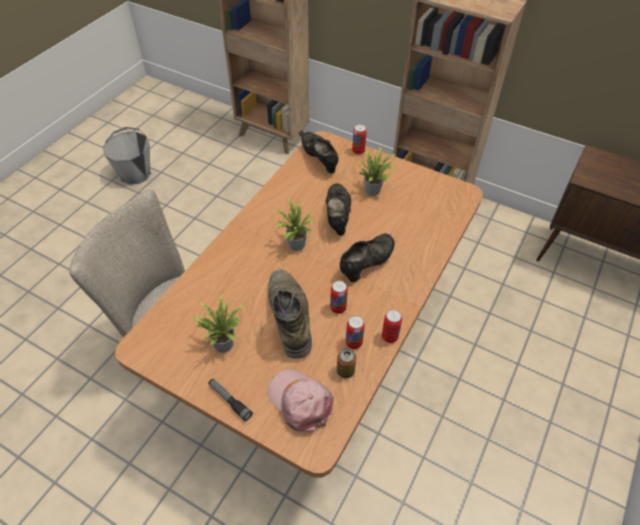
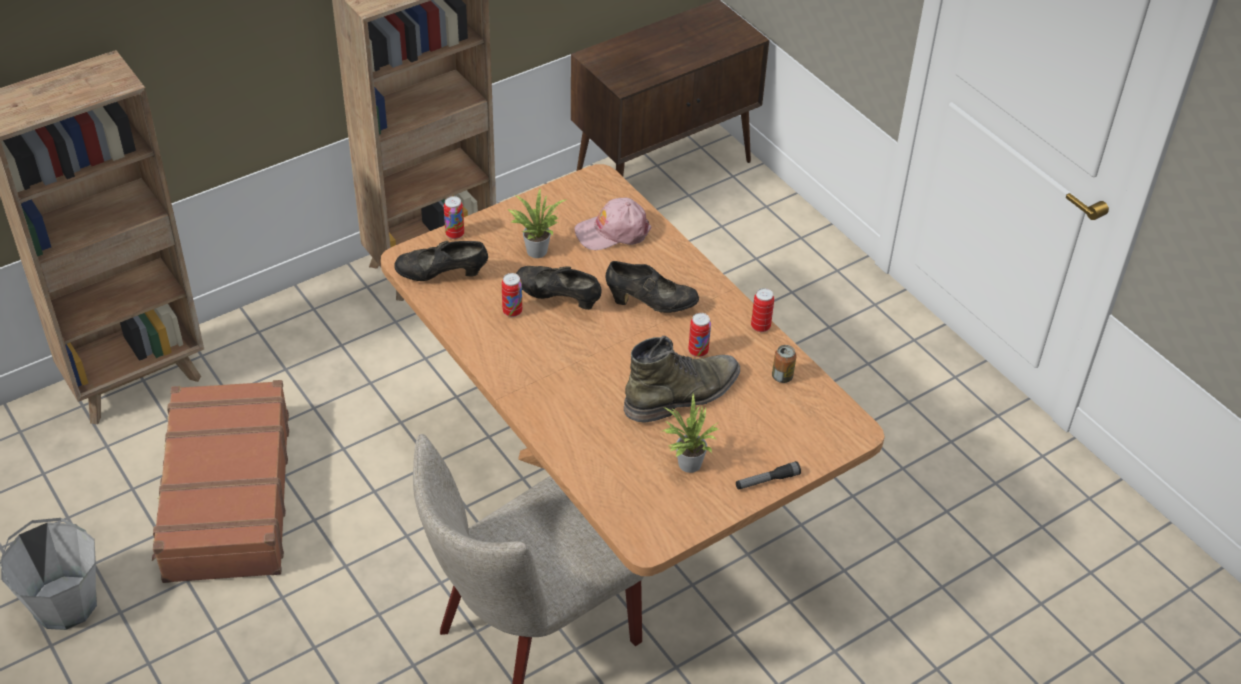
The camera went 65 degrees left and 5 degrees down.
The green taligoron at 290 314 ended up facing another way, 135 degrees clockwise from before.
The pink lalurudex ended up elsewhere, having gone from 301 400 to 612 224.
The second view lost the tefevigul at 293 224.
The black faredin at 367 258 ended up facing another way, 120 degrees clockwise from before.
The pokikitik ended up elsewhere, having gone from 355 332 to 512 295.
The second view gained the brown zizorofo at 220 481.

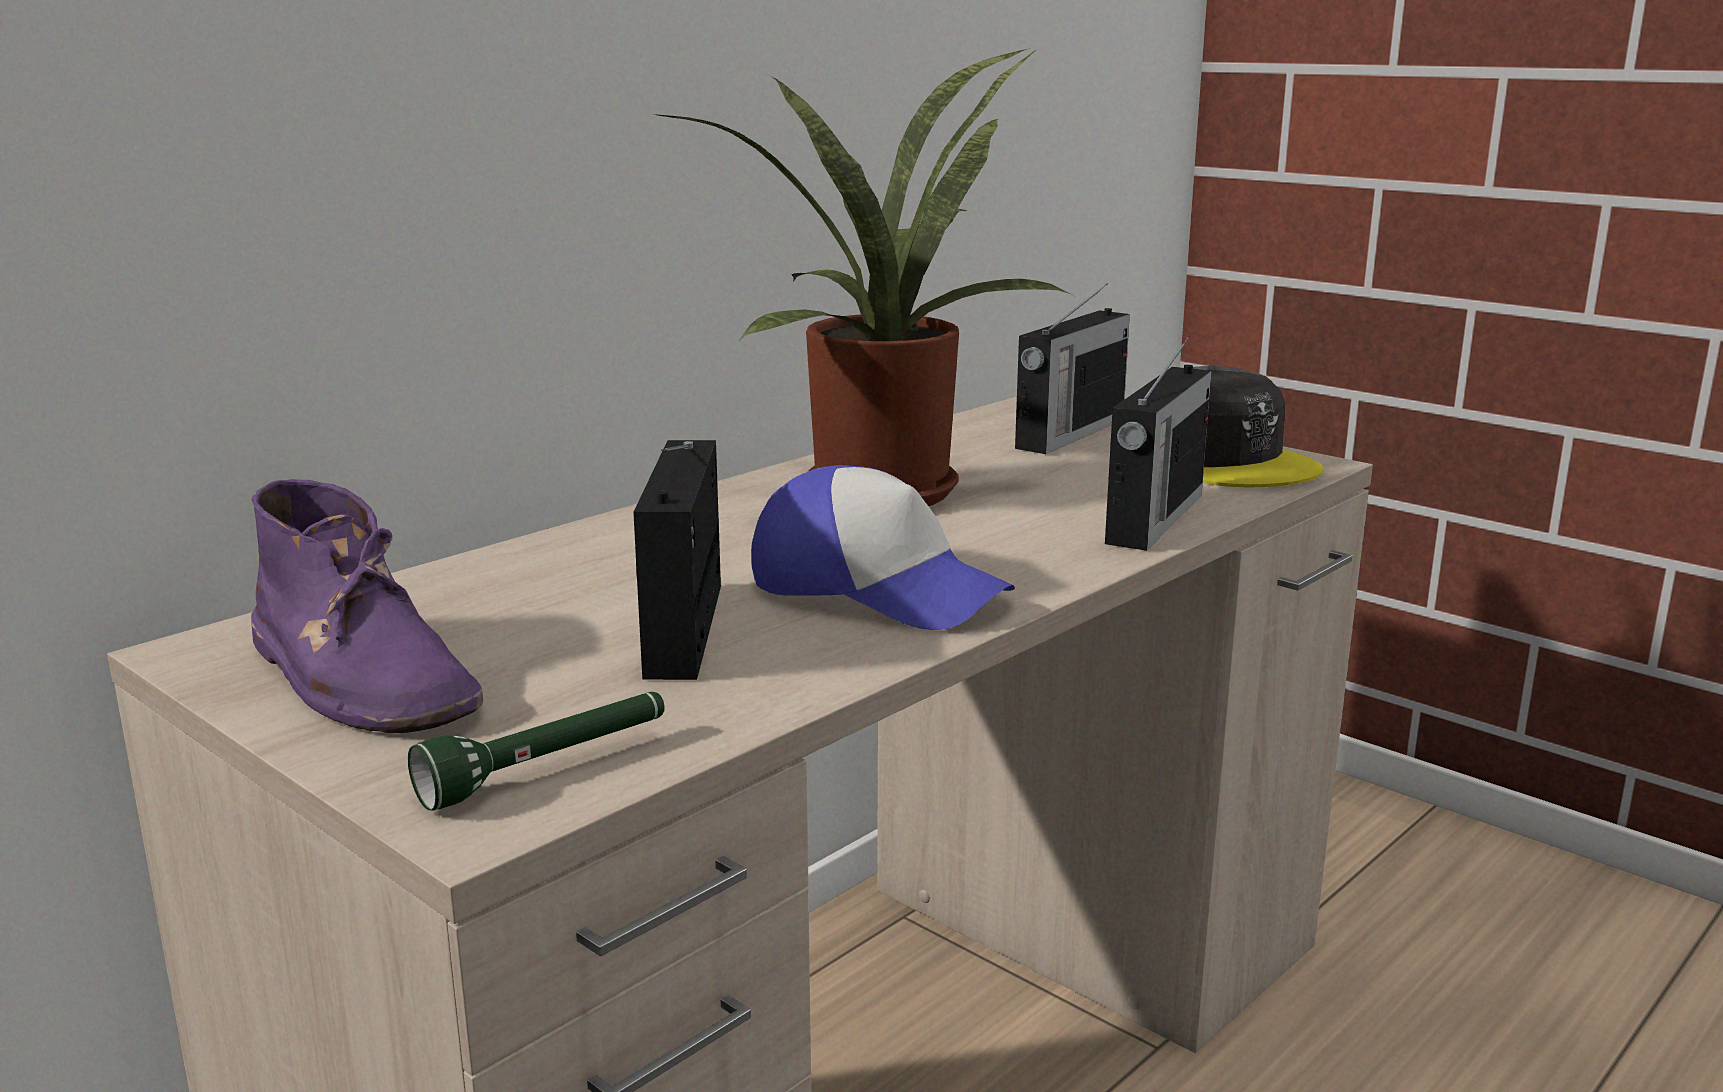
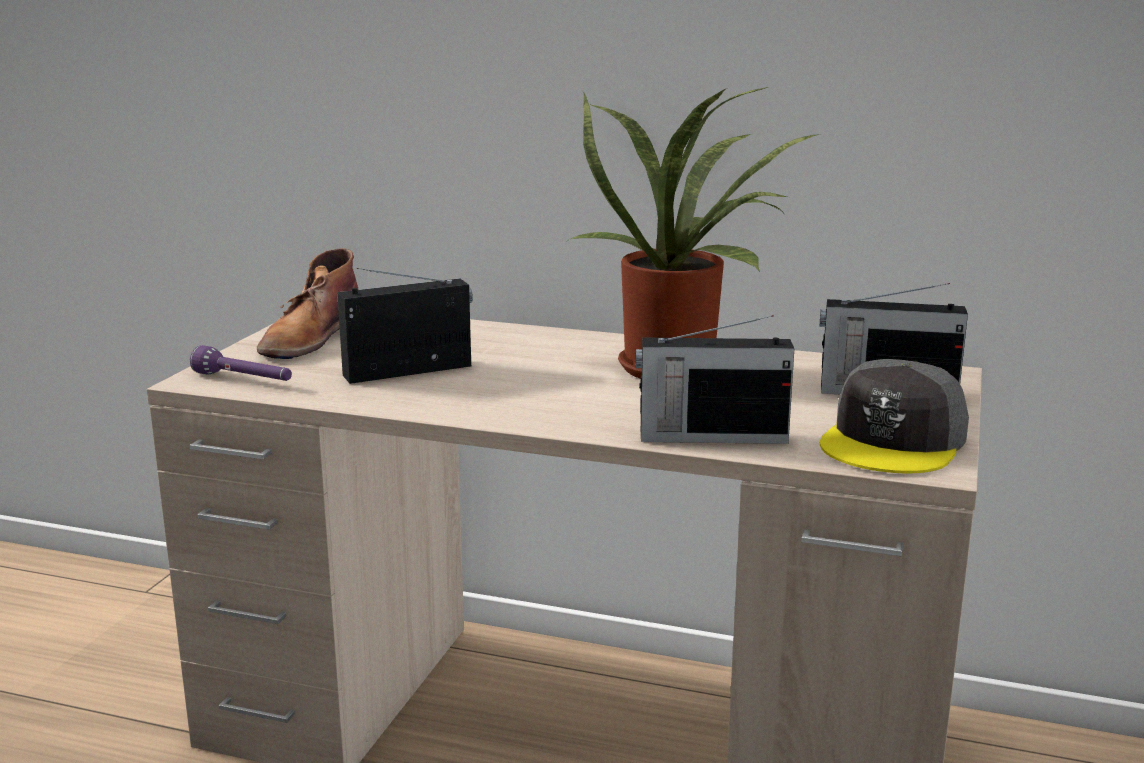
The camera went 65 degrees right and 0 degrees up.
What was the purple taligoron at 367 606 turned into the brown taligoron at 308 303.
What was the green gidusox at 536 751 turned into the purple gidusox at 241 363.
The second view lost the lalurudex at 883 547.

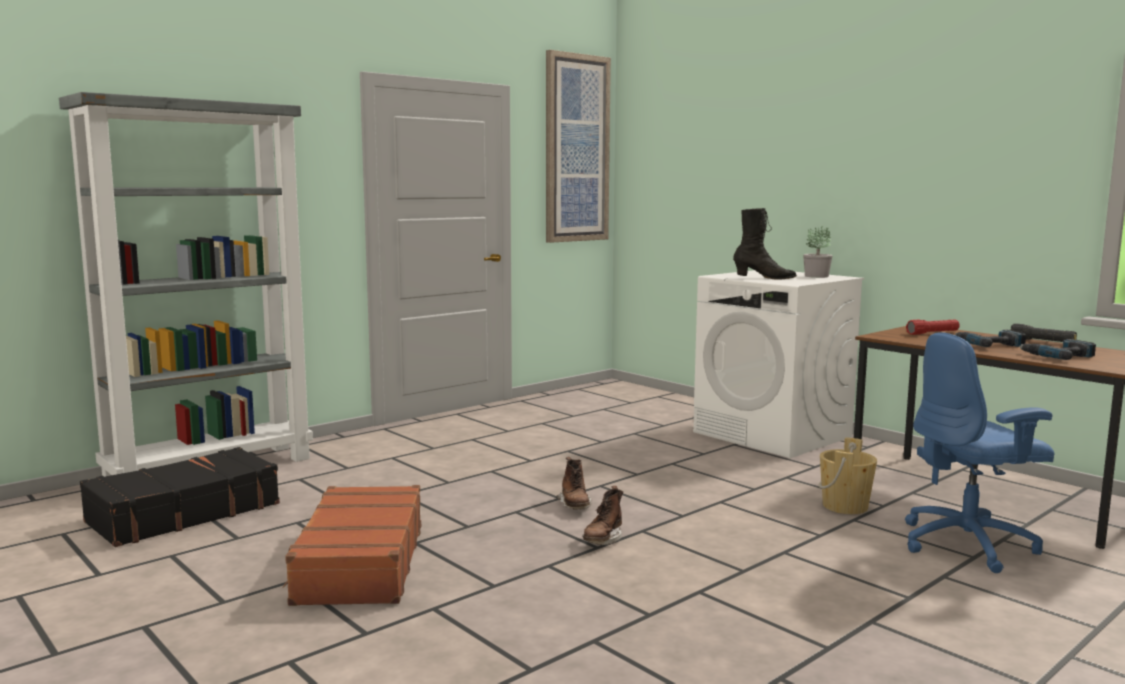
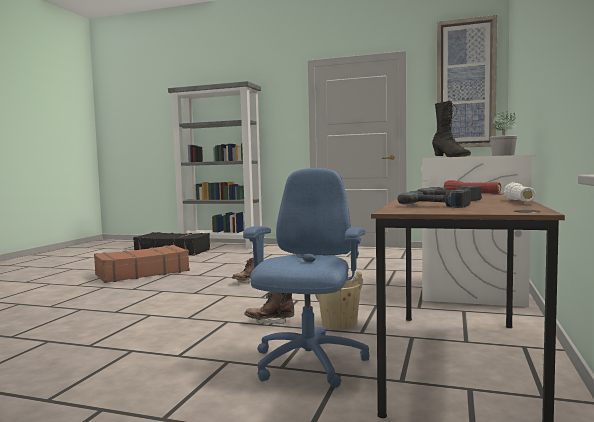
The camera went 60 degrees right and 5 degrees down.
The brown taligoron ended up elsewhere, having gone from 602 515 to 269 308.
The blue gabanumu at 980 452 ended up facing another way, 60 degrees clockwise from before.
What was the black gidusox at 1044 332 turned into the white gidusox at 520 192.

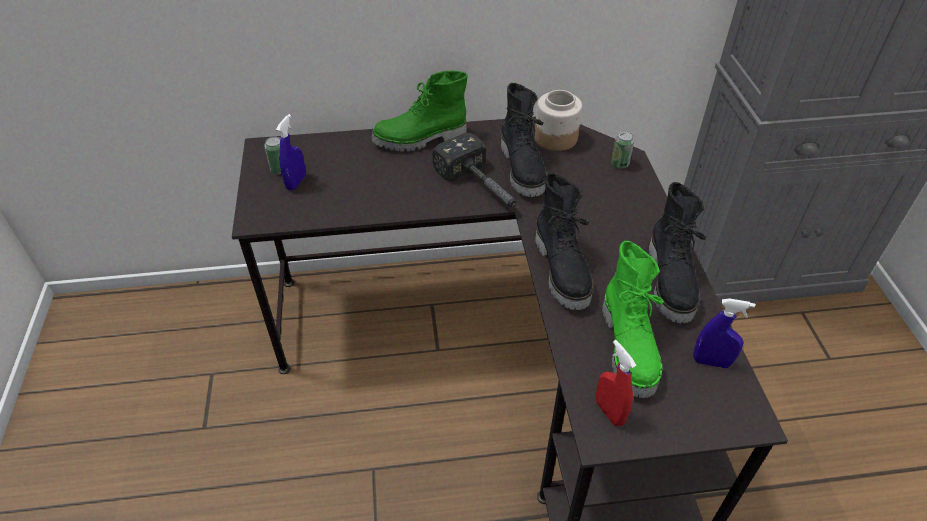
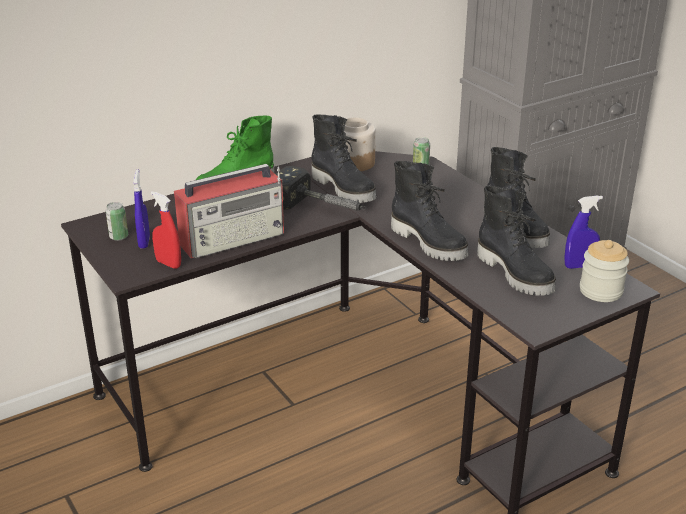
The camera went 25 degrees left and 15 degrees down.
The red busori ended up elsewhere, having gone from 616 383 to 166 230.
What was the green taligoron at 633 319 turned into the black taligoron at 516 241.
The second view gained the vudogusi at 229 211.
The second view gained the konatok at 604 271.

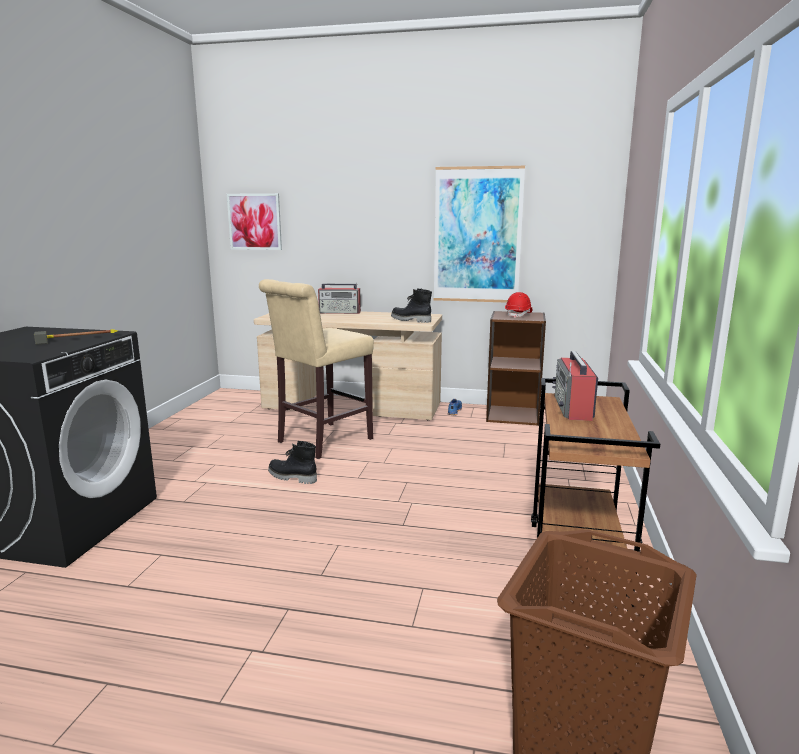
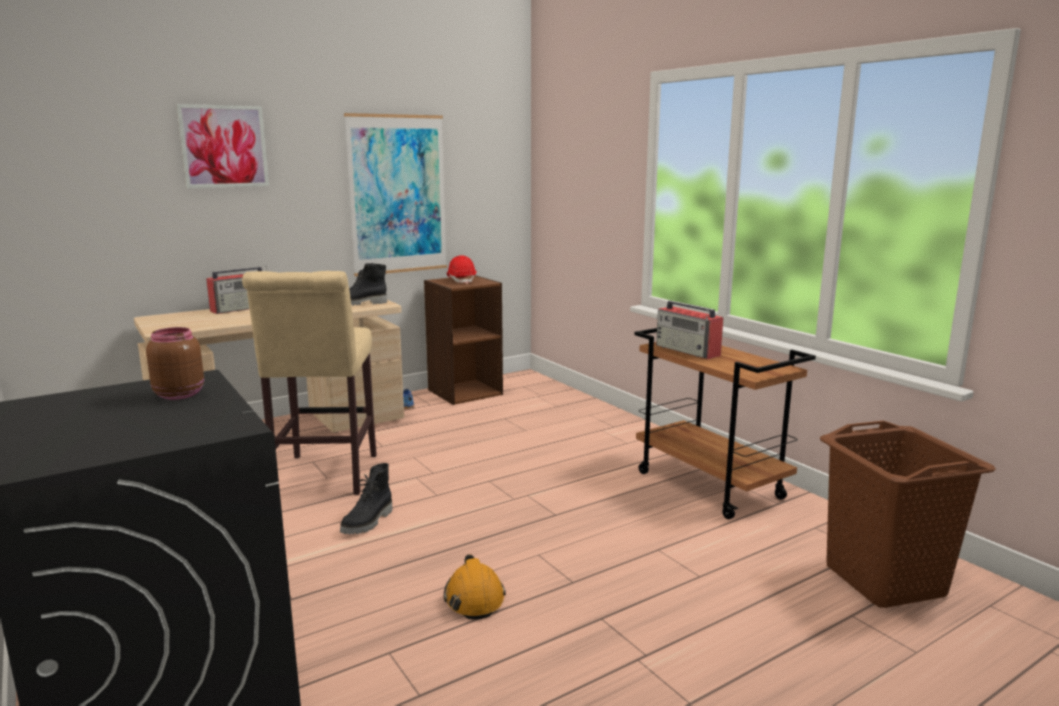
The camera went 45 degrees left and 0 degrees up.
Where the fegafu stood at 76 337, the brown konatok came to stand at 175 363.
The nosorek ended up elsewhere, having gone from 254 221 to 222 146.
The black taligoron at 292 462 ended up facing another way, 45 degrees counterclockwise from before.
The second view gained the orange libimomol at 475 586.

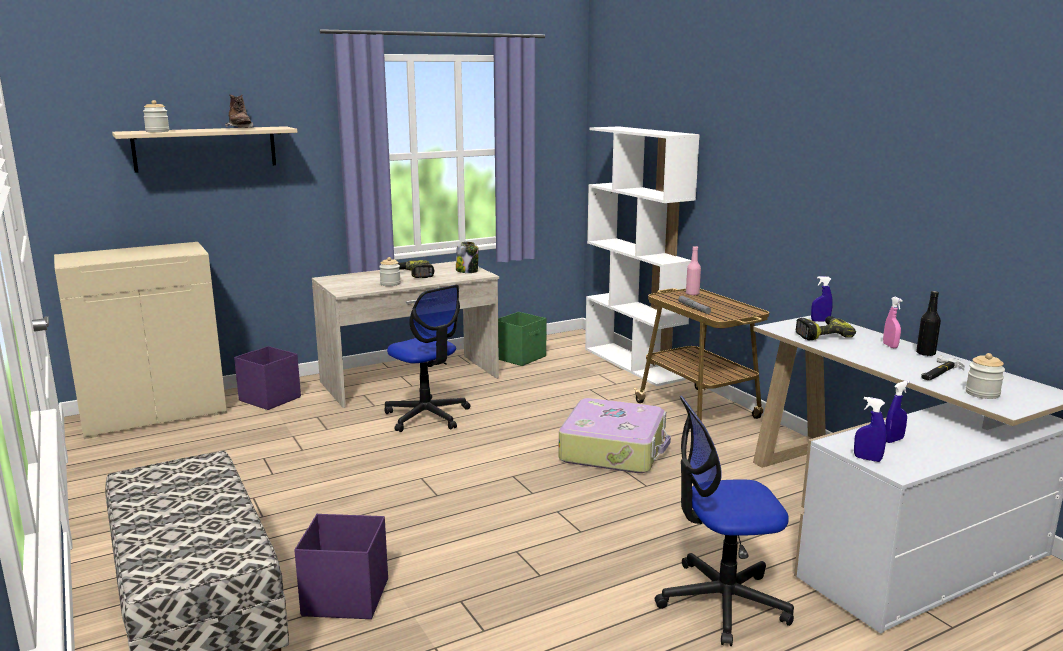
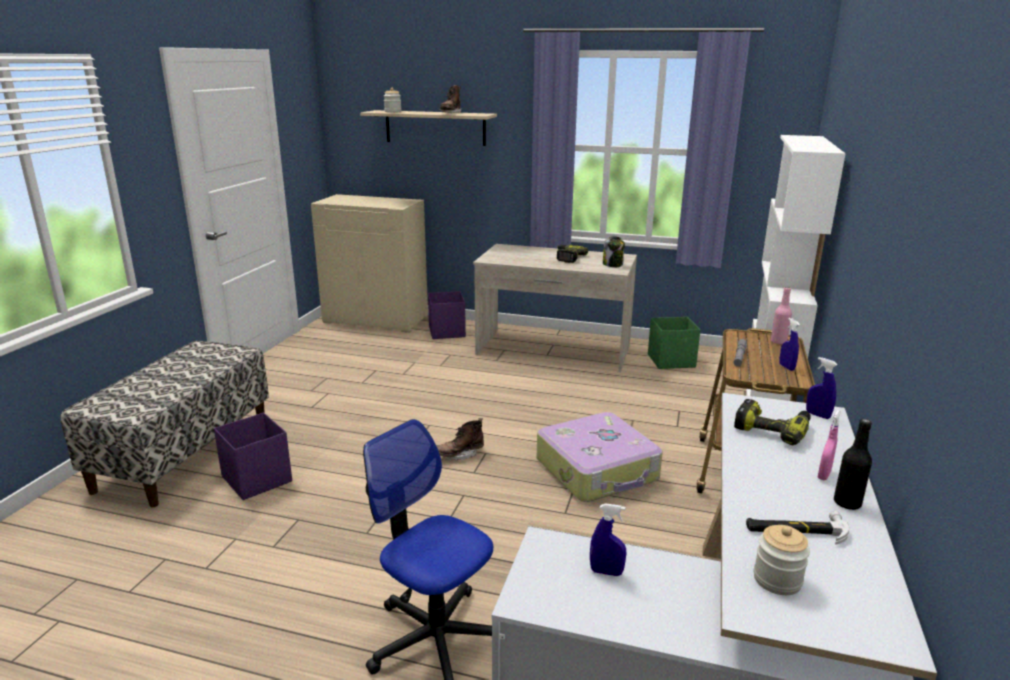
The camera went 45 degrees right and 5 degrees up.
The second view lost the konatok at 390 271.
The second view lost the gabanumu at 427 358.
The blue busori ended up elsewhere, having gone from 870 429 to 789 344.
The second view gained the brown taligoron at 460 439.

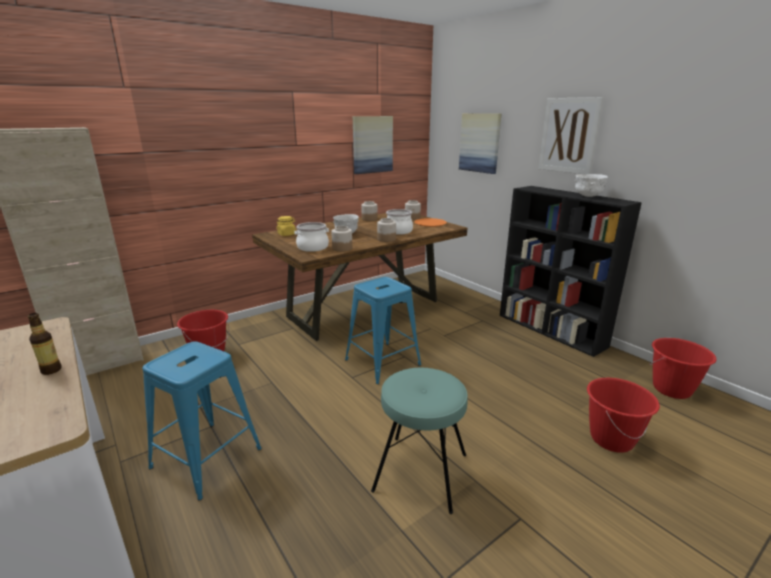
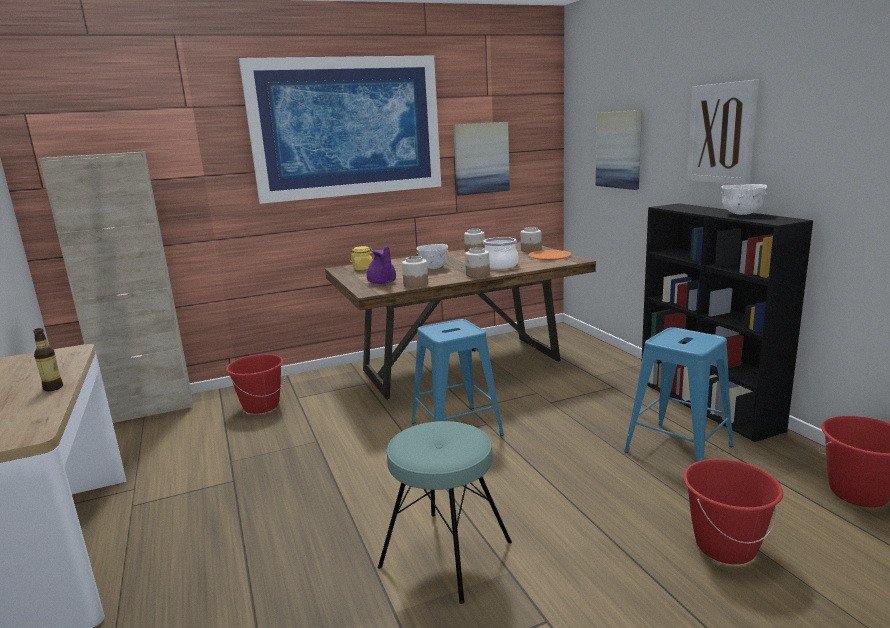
The camera went 15 degrees right and 5 degrees down.
The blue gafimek ended up elsewhere, having gone from 202 420 to 678 394.
Where the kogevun stood at 311 237, the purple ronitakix came to stand at 381 265.
The second view gained the nosorek at 340 129.

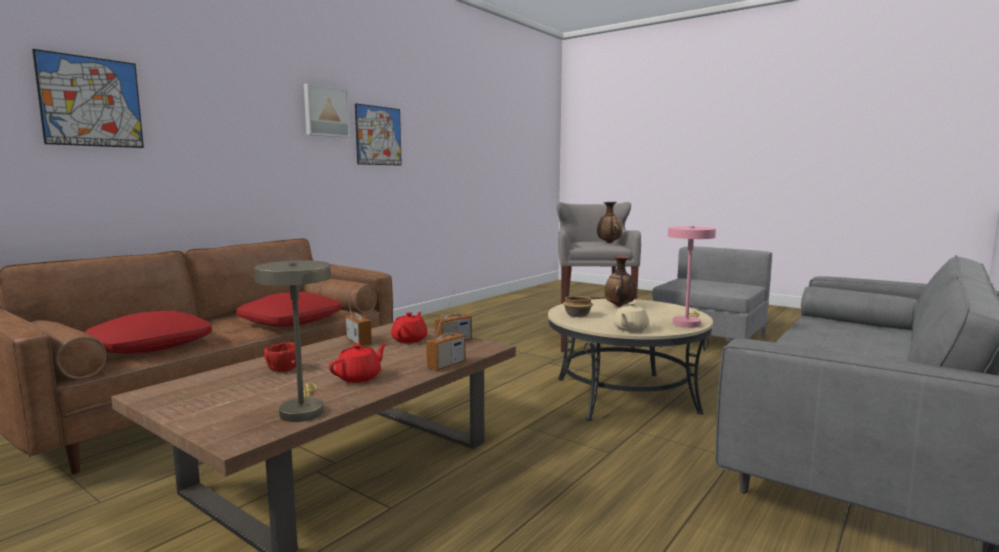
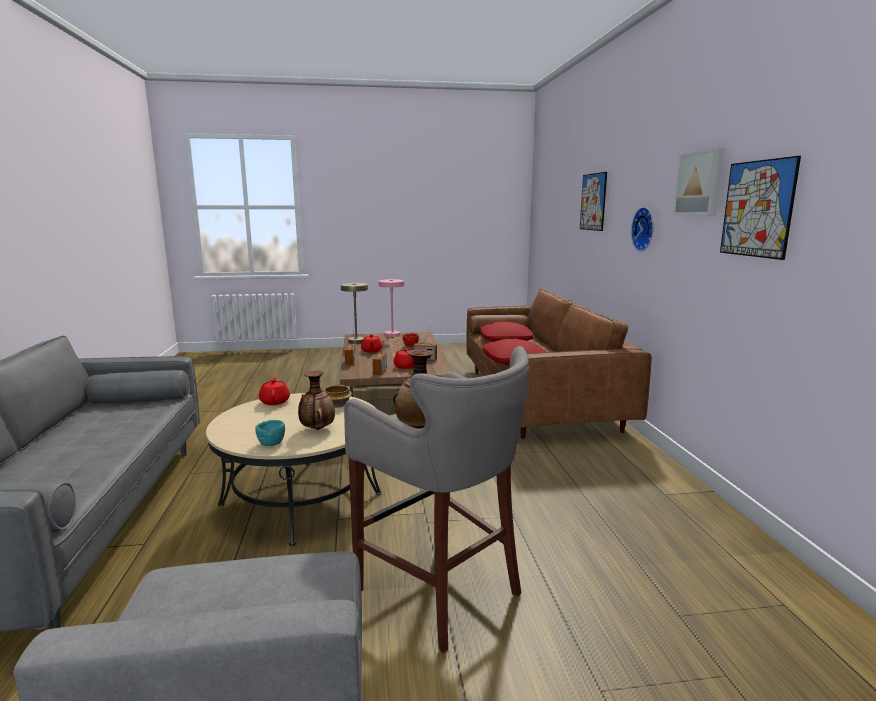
The camera went 135 degrees right and 5 degrees up.
What was the beige ronitakix at 631 317 turned into the red ronitakix at 274 391.
The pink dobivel ended up elsewhere, having gone from 692 277 to 391 310.
The second view gained the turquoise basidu at 270 433.
The second view gained the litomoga at 642 229.

